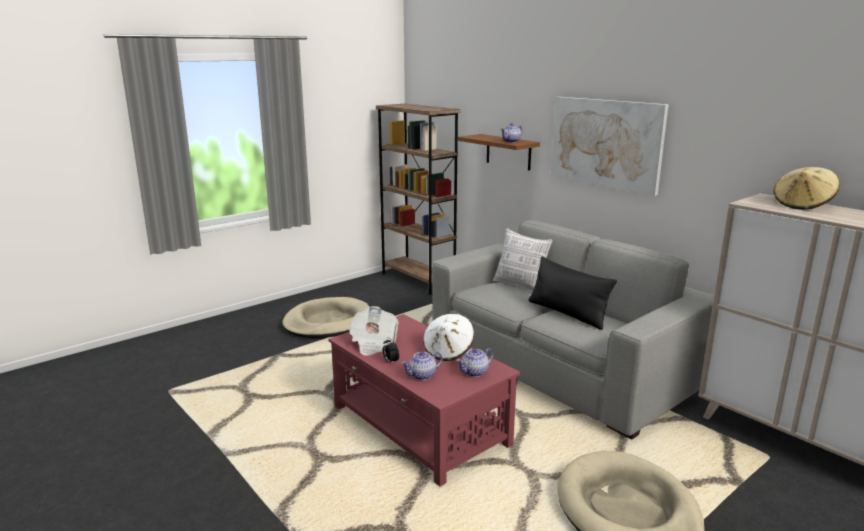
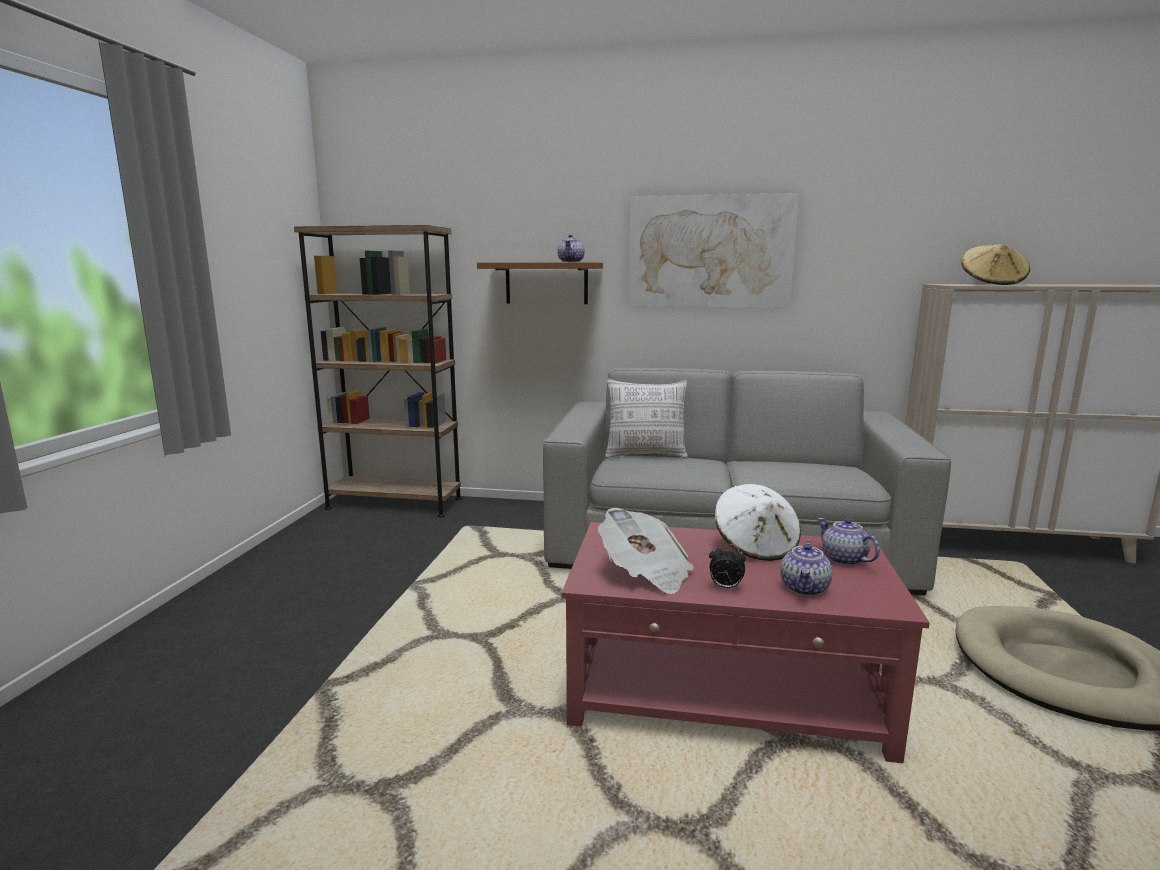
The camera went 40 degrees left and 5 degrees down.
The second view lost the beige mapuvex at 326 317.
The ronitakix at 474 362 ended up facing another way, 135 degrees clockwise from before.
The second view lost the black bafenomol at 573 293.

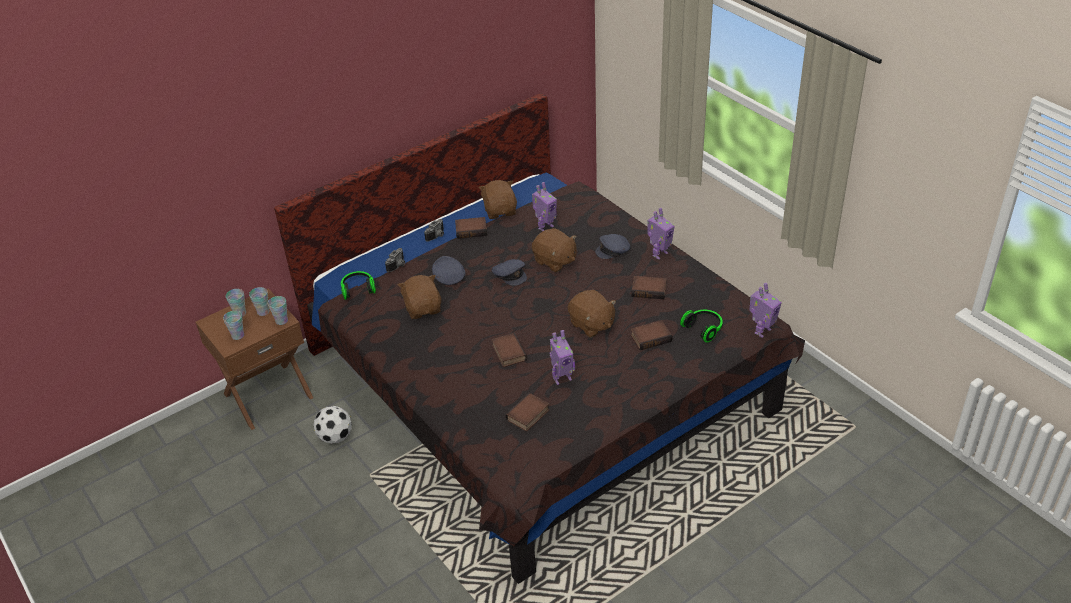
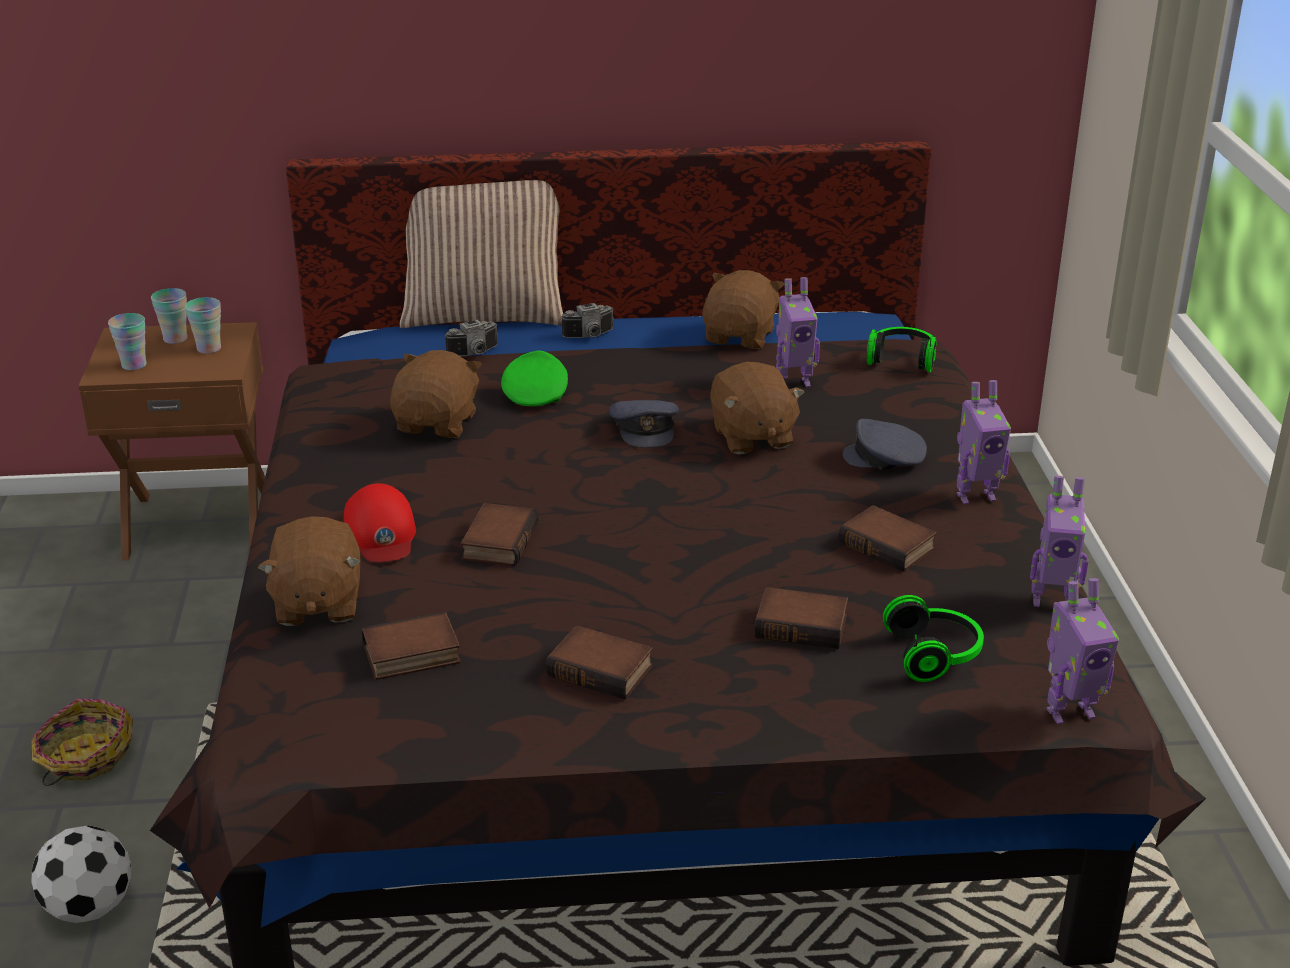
The camera went 30 degrees right and 10 degrees down.
The second view lost the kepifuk at 278 310.
The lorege ended up elsewhere, having gone from 332 425 to 81 874.
The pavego ended up elsewhere, having gone from 358 285 to 902 349.
What was the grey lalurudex at 448 270 turned into the green lalurudex at 534 378.
The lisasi ended up elsewhere, having gone from 471 228 to 599 662.
The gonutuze ended up elsewhere, having gone from 562 357 to 1059 541.
The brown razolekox ended up elsewhere, having gone from 592 314 to 309 571.
The second view gained the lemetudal at 82 742.
The second view gained the red lalurudex at 380 522.
The second view gained the bafenomol at 481 254.

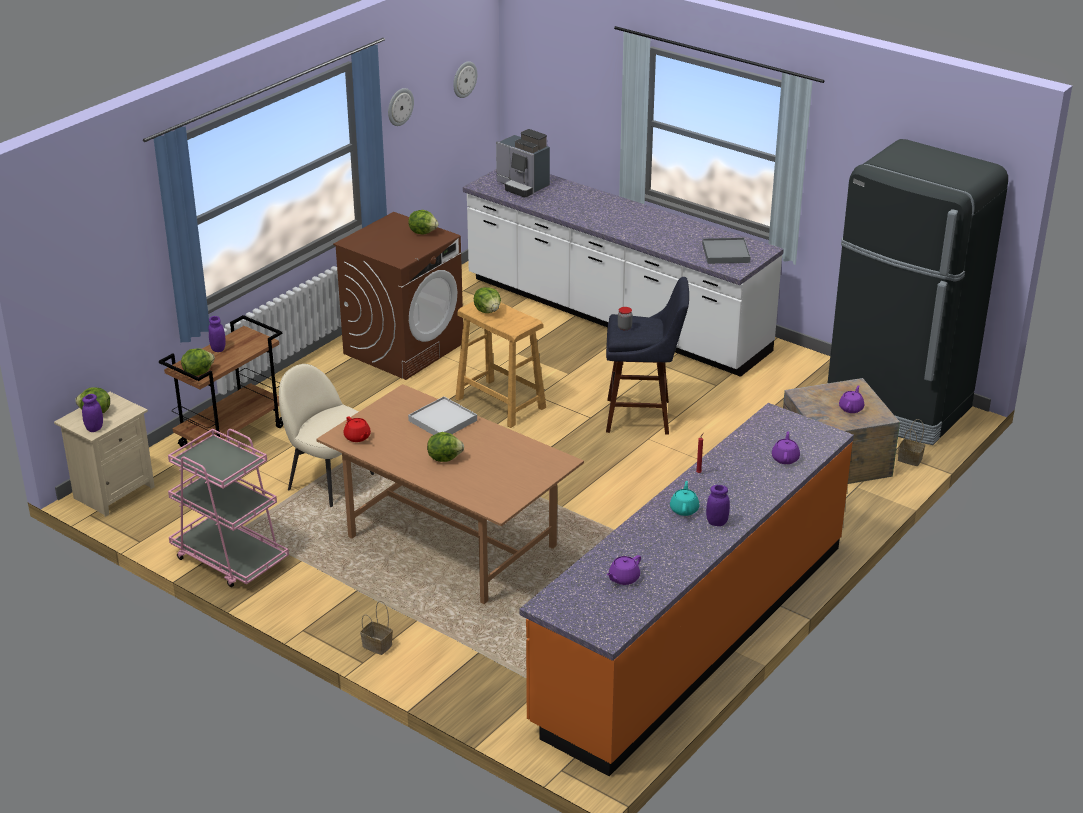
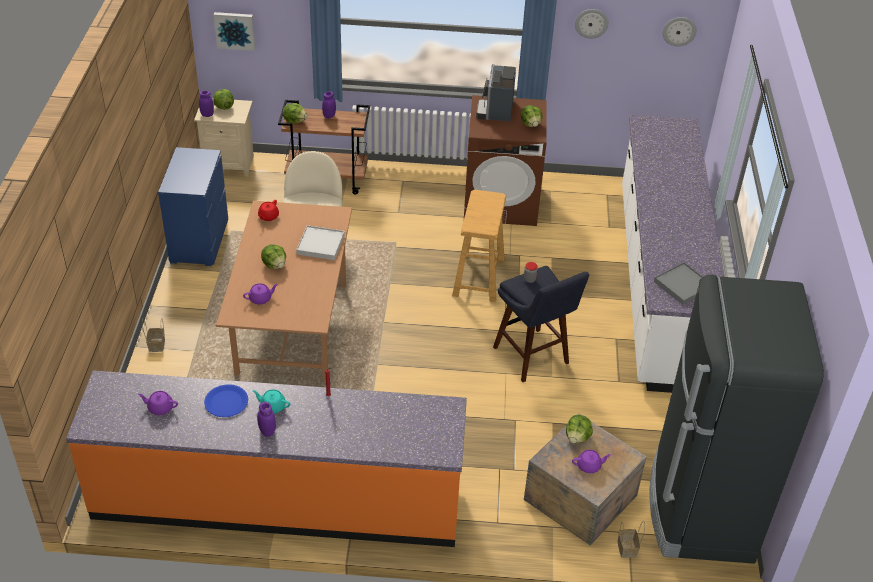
The camera went 55 degrees right and 10 degrees up.
Where the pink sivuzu stood at 228 508, the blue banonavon came to stand at 193 206.
The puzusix ended up elsewhere, having gone from 487 300 to 579 429.
The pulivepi ended up elsewhere, having gone from 523 163 to 496 93.
The turquoise ronitakix at 685 498 ended up facing another way, 135 degrees counterclockwise from before.
The purple ronitakix ended up elsewhere, having gone from 786 447 to 260 294.
The second view gained the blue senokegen at 226 400.
The second view gained the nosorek at 234 31.

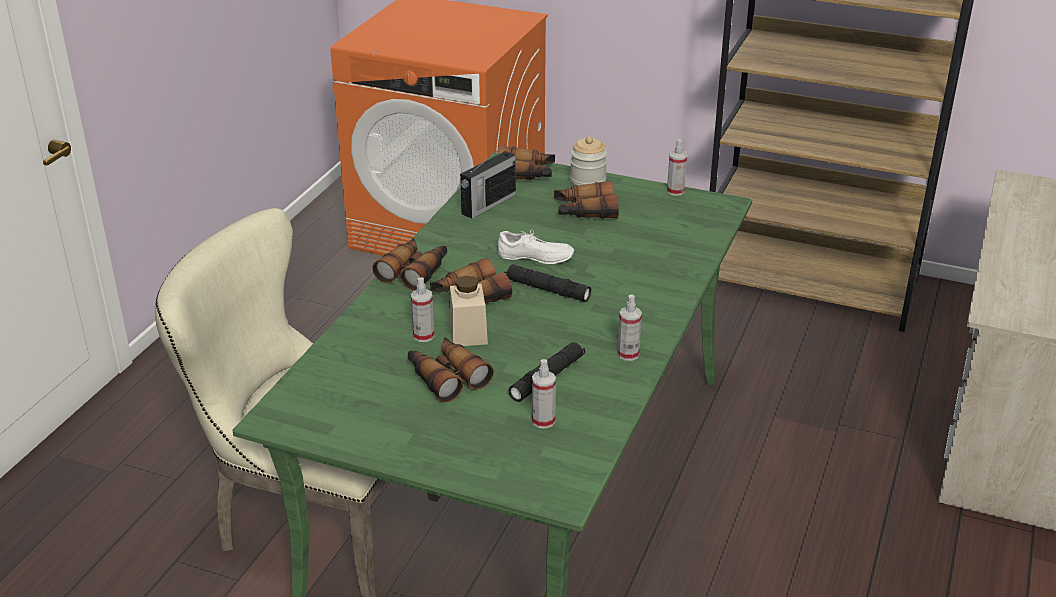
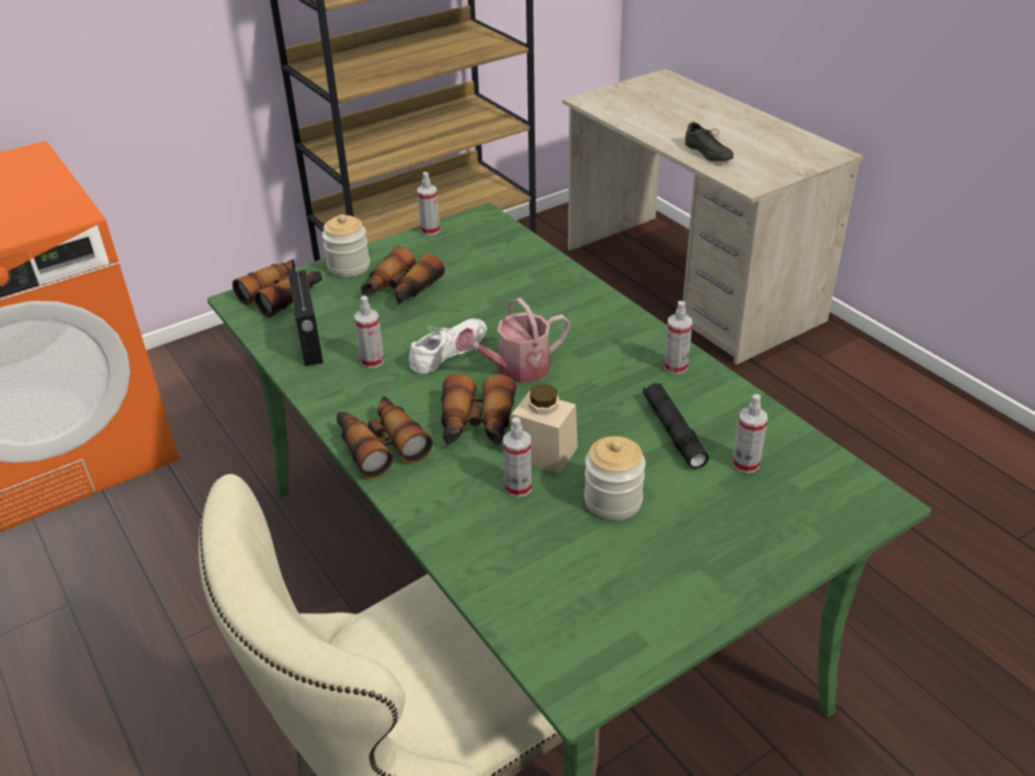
The camera went 55 degrees left and 5 degrees up.
Where the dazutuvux stood at 451 369, the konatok came to stand at 615 478.
Where the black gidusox stood at 547 283, the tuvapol came to stand at 512 340.
The second view gained the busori at 369 332.
The second view gained the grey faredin at 709 141.

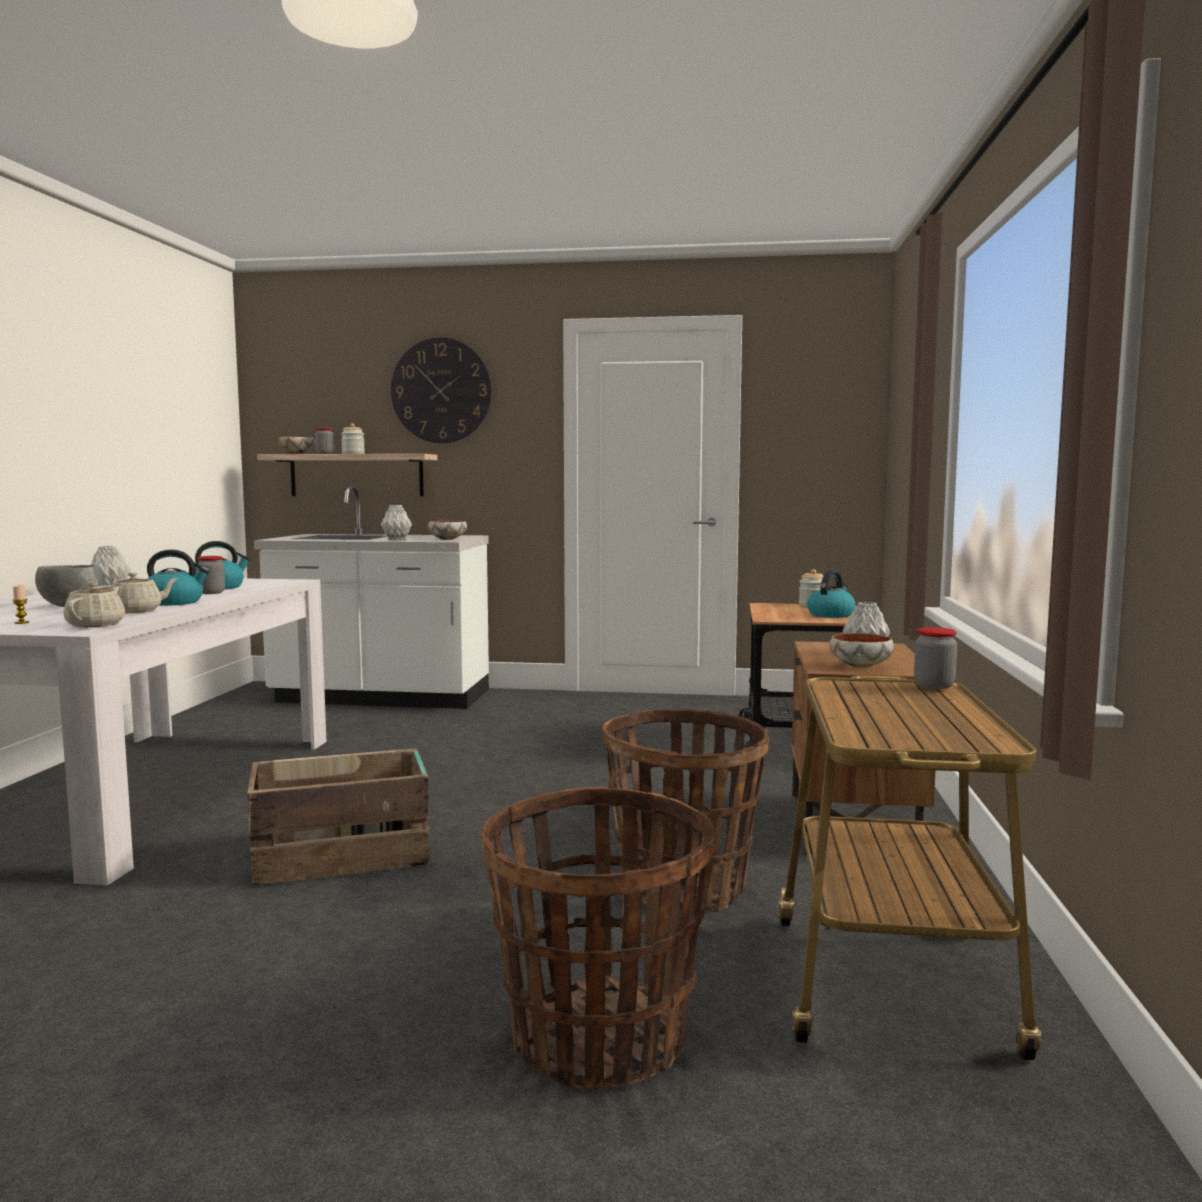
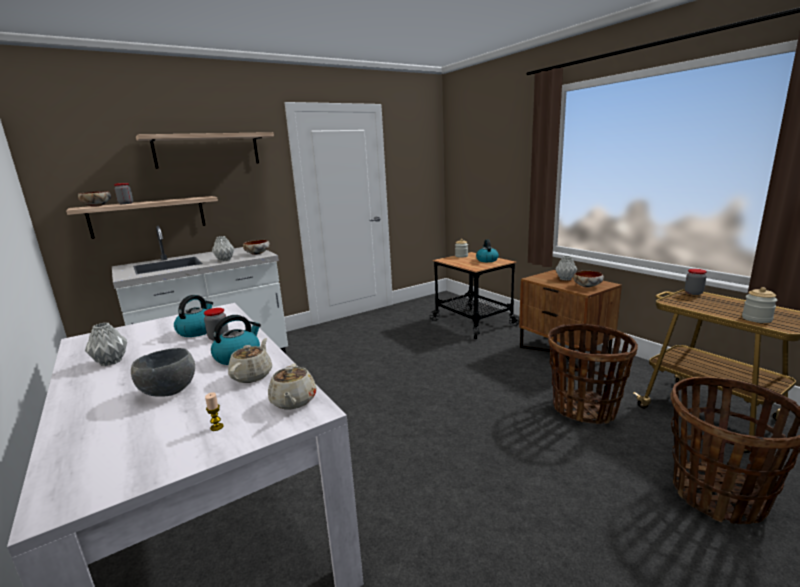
The camera went 40 degrees left and 10 degrees up.
The beige ronitakix at 94 604 ended up facing another way, 150 degrees counterclockwise from before.
The second view lost the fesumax at 338 817.
The konatok ended up elsewhere, having gone from 353 438 to 760 305.
Where the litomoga hung at 441 390, the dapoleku came to hang at 205 150.

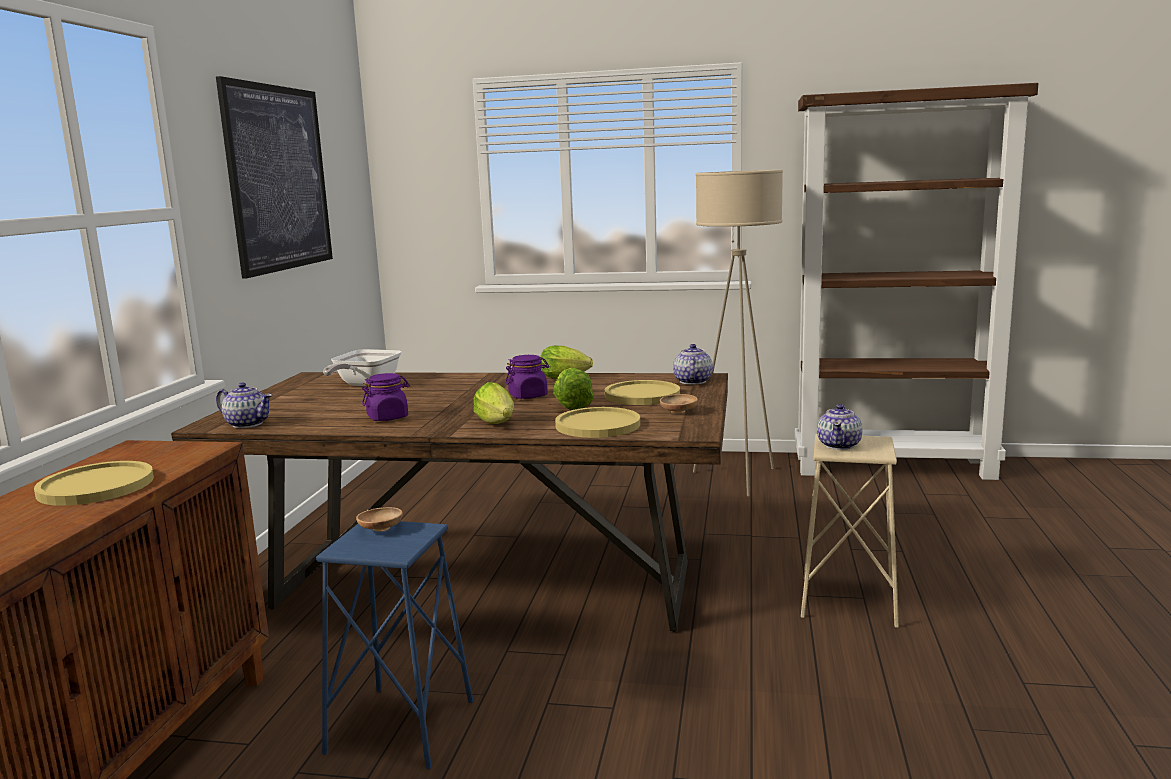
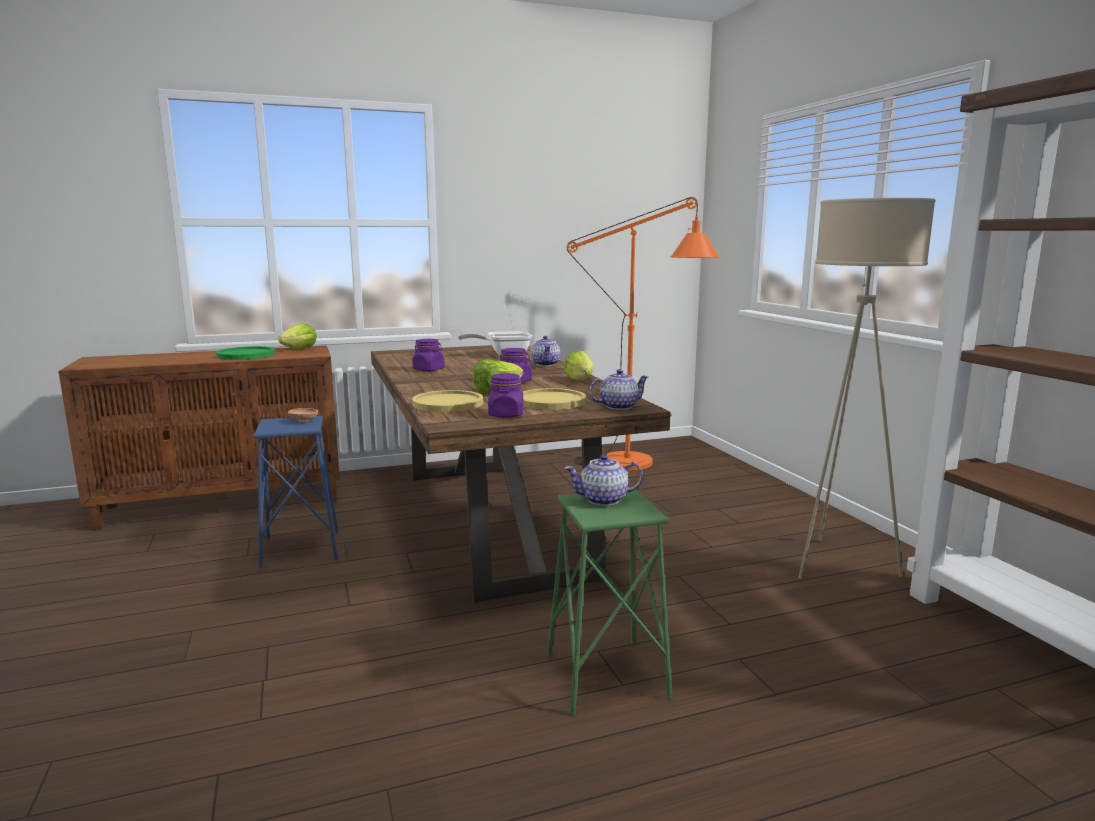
The camera went 60 degrees right and 0 degrees up.
What was the yellow senokegen at 94 483 turned into the green senokegen at 245 353.
The second view lost the nosorek at 274 177.
The ronitakix ended up elsewhere, having gone from 244 405 to 545 351.
The puzusix ended up elsewhere, having gone from 494 403 to 297 336.
Where the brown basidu stood at 679 404, the purple konatok came to stand at 505 395.
What was the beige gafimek at 850 531 turned into the green gafimek at 609 602.
The second view gained the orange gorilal at 643 334.

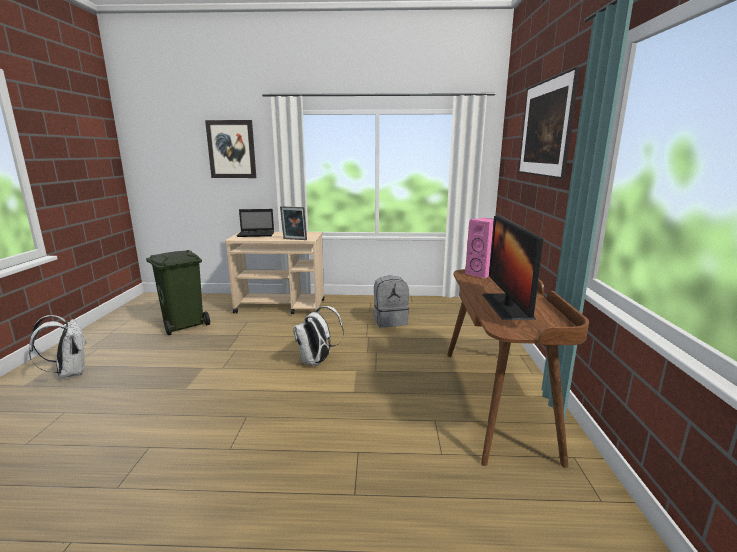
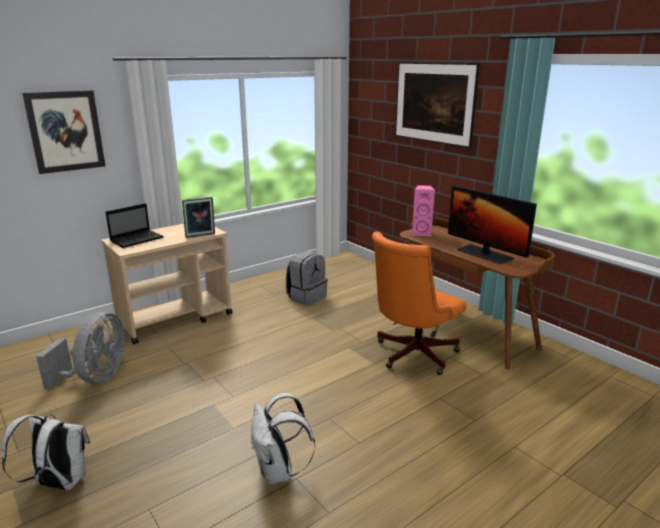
The camera went 40 degrees left and 5 degrees up.
Where the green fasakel stood at 178 292, the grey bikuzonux came to stand at 80 350.
The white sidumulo ended up elsewhere, having gone from 318 336 to 283 438.
The second view gained the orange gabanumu at 419 303.

